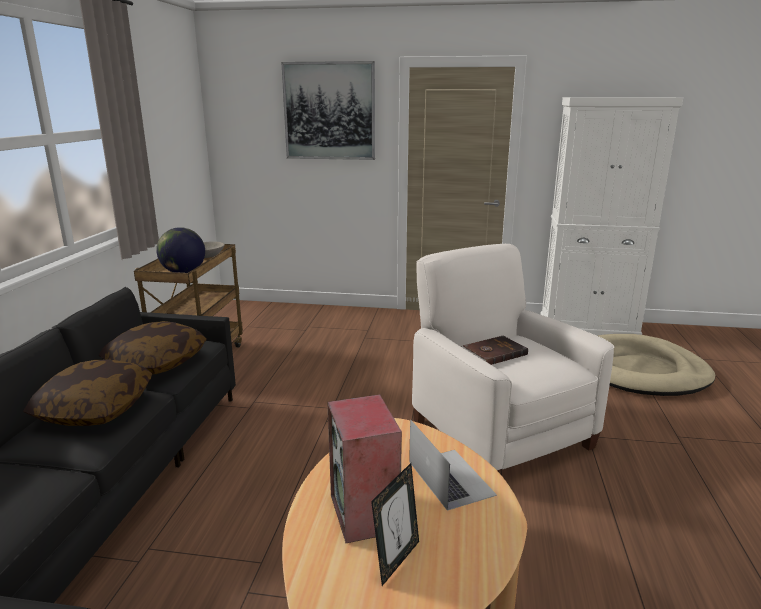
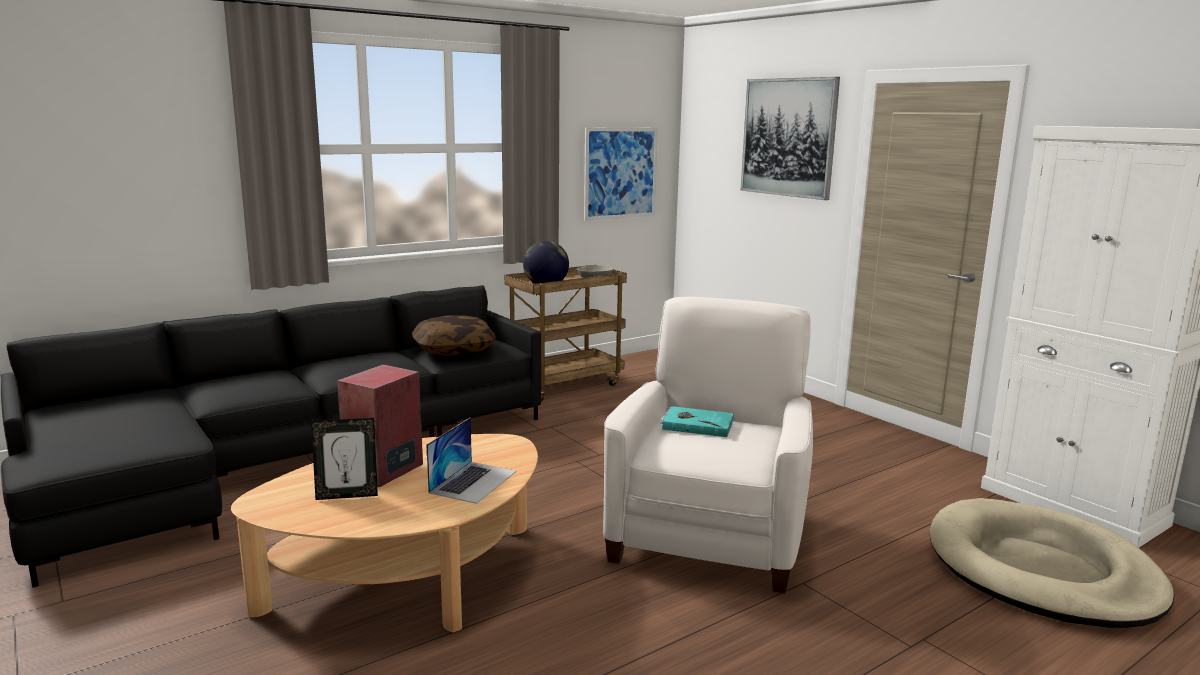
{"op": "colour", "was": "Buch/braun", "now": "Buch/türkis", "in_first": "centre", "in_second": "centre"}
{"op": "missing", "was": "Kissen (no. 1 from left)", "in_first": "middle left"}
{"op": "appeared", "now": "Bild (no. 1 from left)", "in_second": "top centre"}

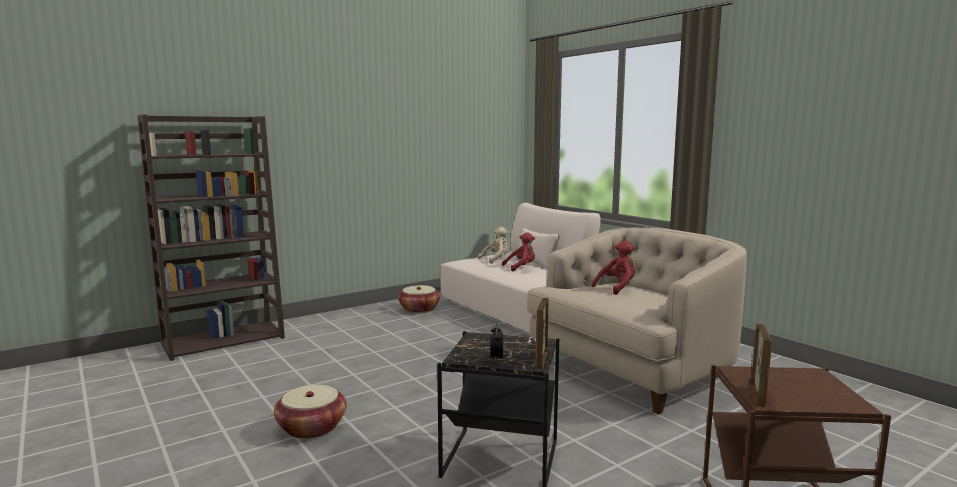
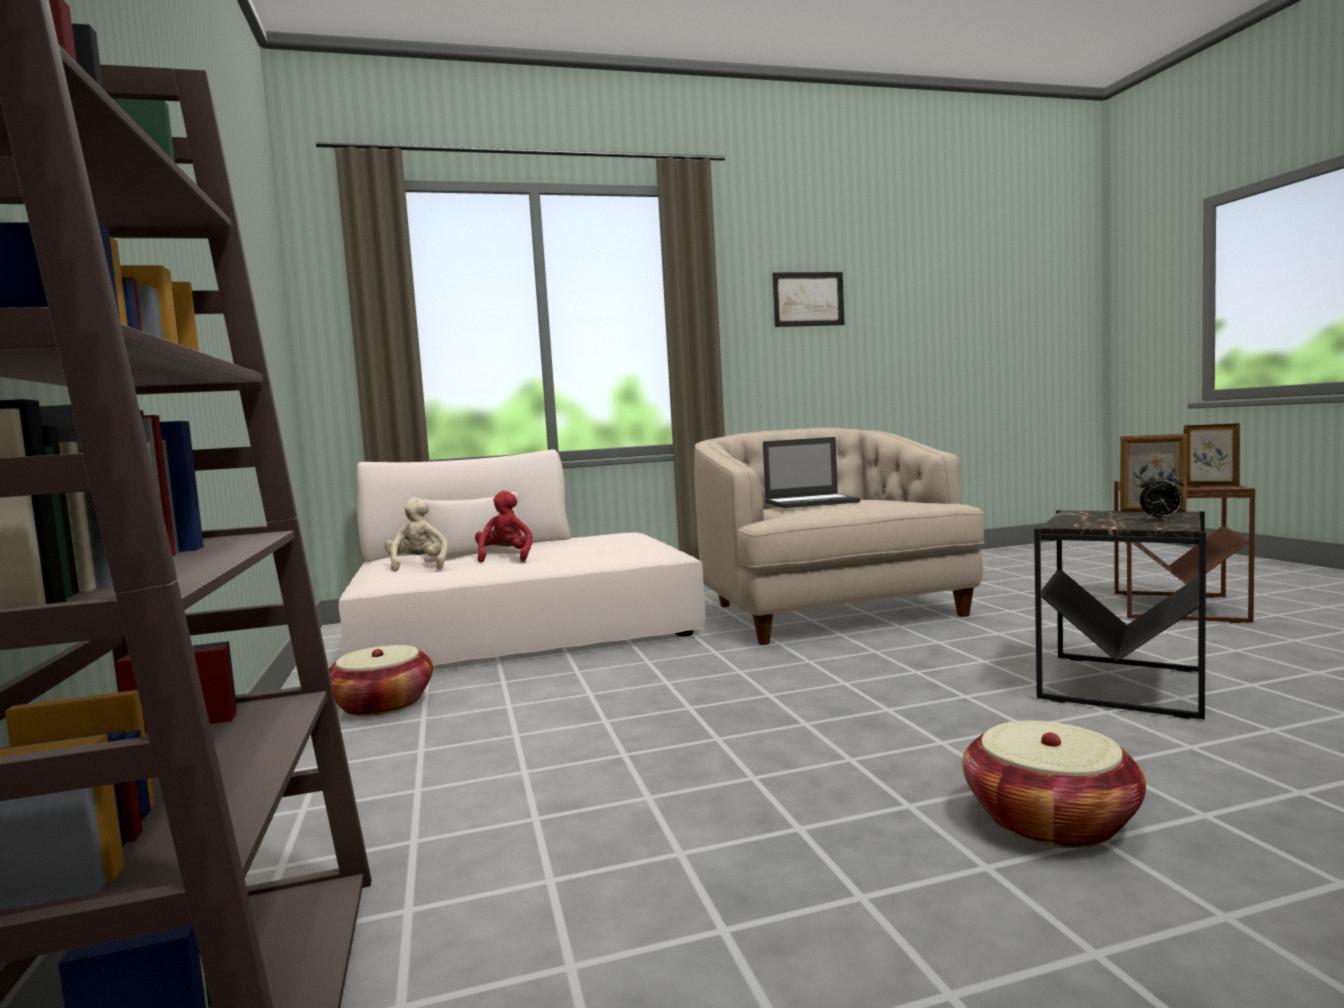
{"op": "exchanged", "was": "Plüschtier/rot (no. 2 from left)", "now": "Laptop", "in_first": "centre", "in_second": "centre"}
{"op": "appeared", "now": "Bild", "in_second": "top centre"}

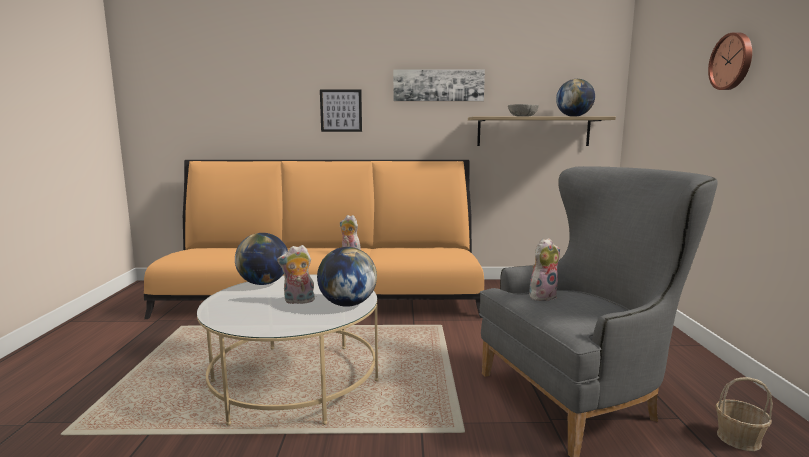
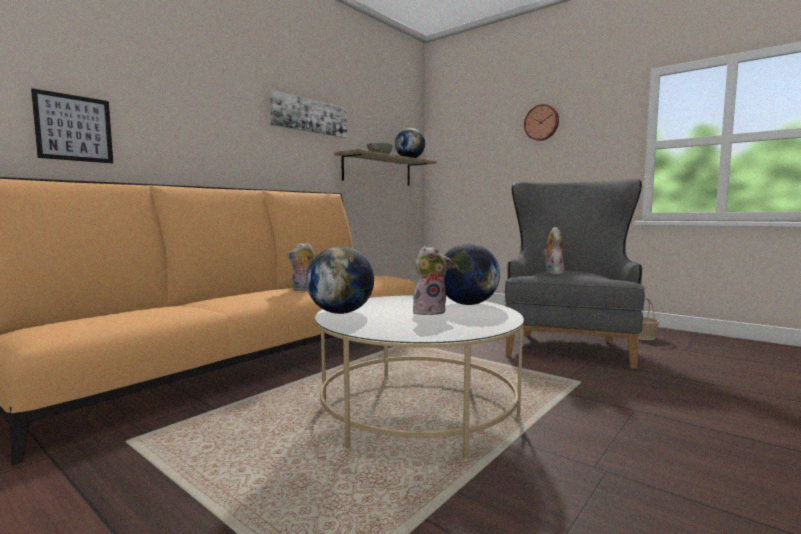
{"op": "relocated", "was": "Bild (no. 1 from left)", "in_first": "top centre", "in_second": "top left"}
{"op": "spun", "was": "Plüschtier (no. 1 from left in the first image)", "in_first": "centre", "in_second": "centre", "clockwise": -135}

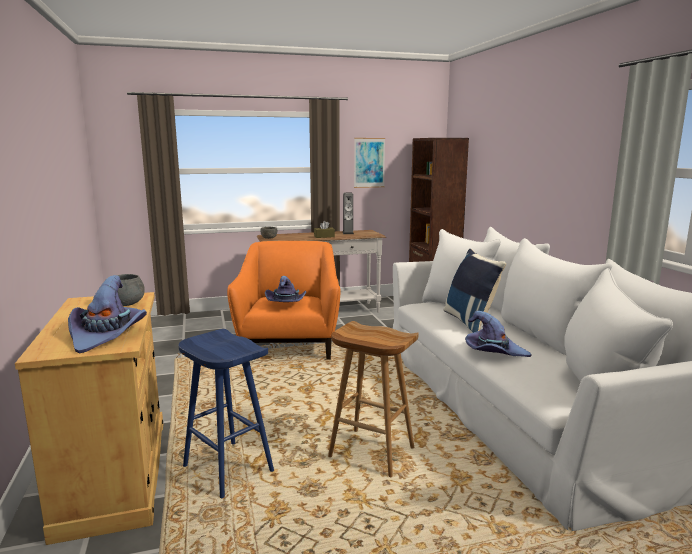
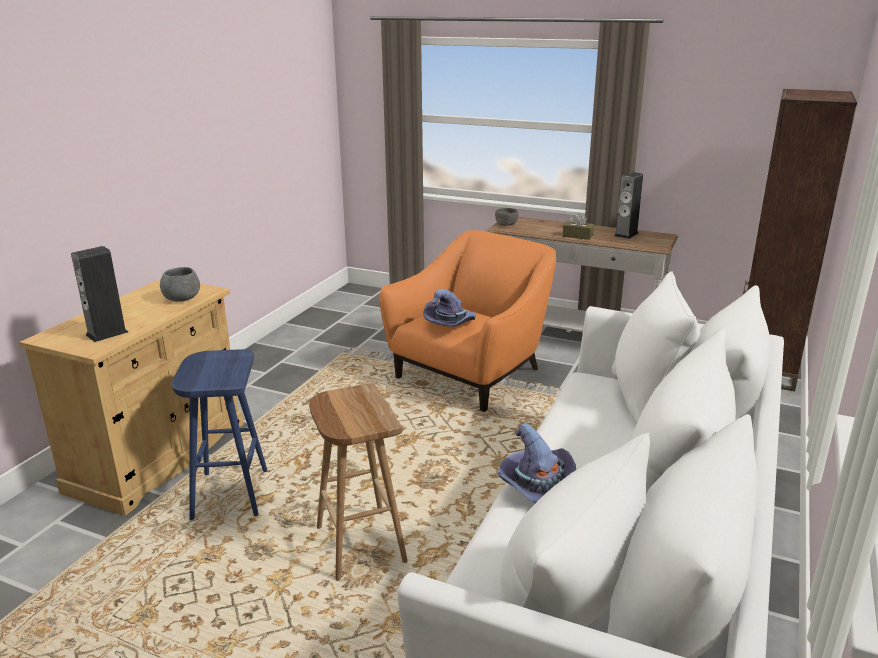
{"op": "missing", "was": "Bild", "in_first": "top centre"}
{"op": "missing", "was": "Kissen/blau", "in_first": "middle right"}
{"op": "exchanged", "was": "Hut/lila (no. 1 from left)", "now": "Lautsprecher (no. 1 from left)", "in_first": "middle left", "in_second": "middle left"}

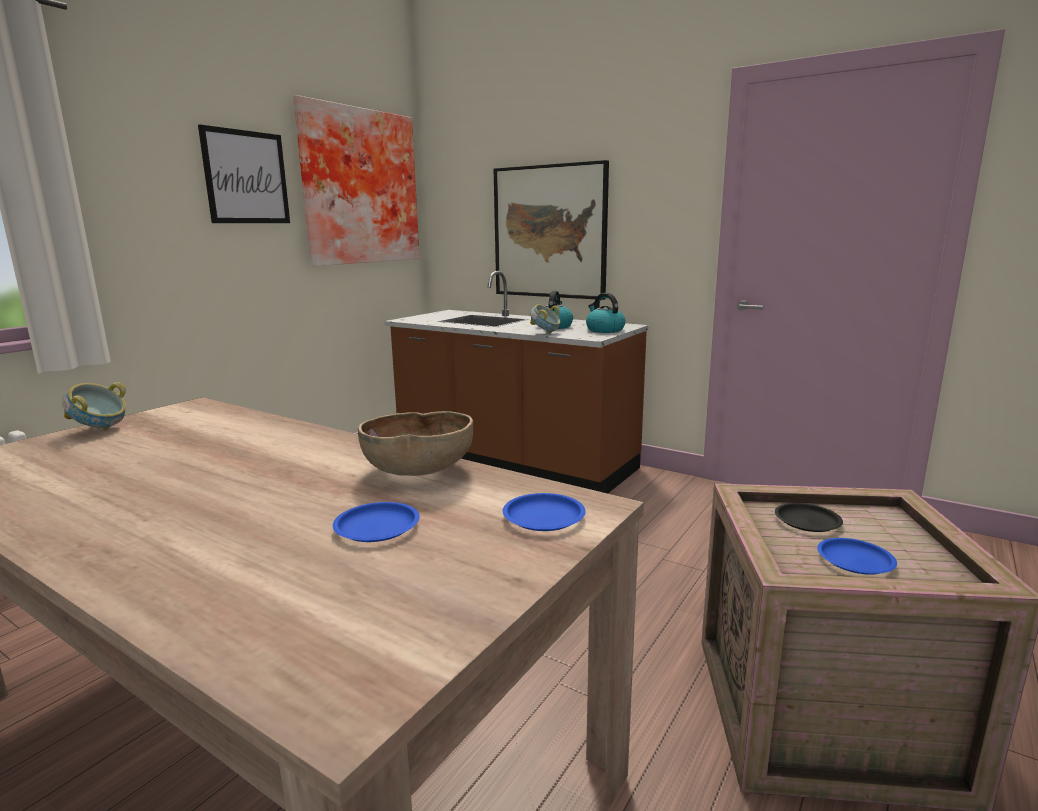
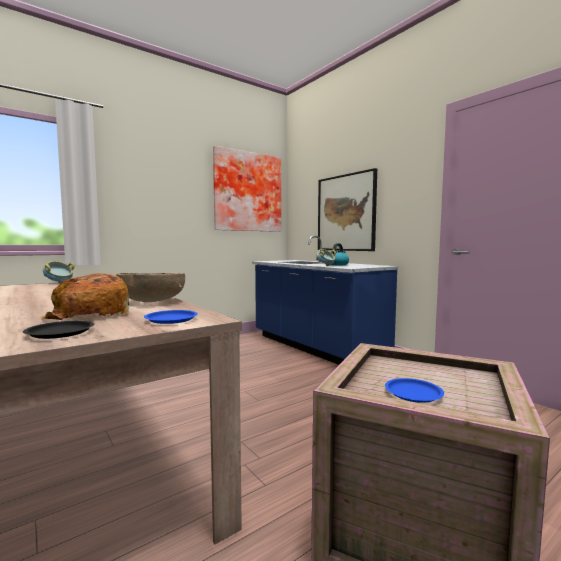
{"op": "missing", "was": "Bild (no. 1 from left)", "in_first": "top left"}
{"op": "colour", "was": "Küchenzeile/braun", "now": "Küchenzeile/blau", "in_first": "centre", "in_second": "centre"}
{"op": "missing", "was": "Wasserkessel (no. 2 from left)", "in_first": "centre"}
{"op": "exchanged", "was": "Teller/blau (no. 1 from left)", "now": "Brot", "in_first": "centre", "in_second": "middle left"}
{"op": "relocated", "was": "Teller/schwarz", "in_first": "middle right", "in_second": "middle left"}

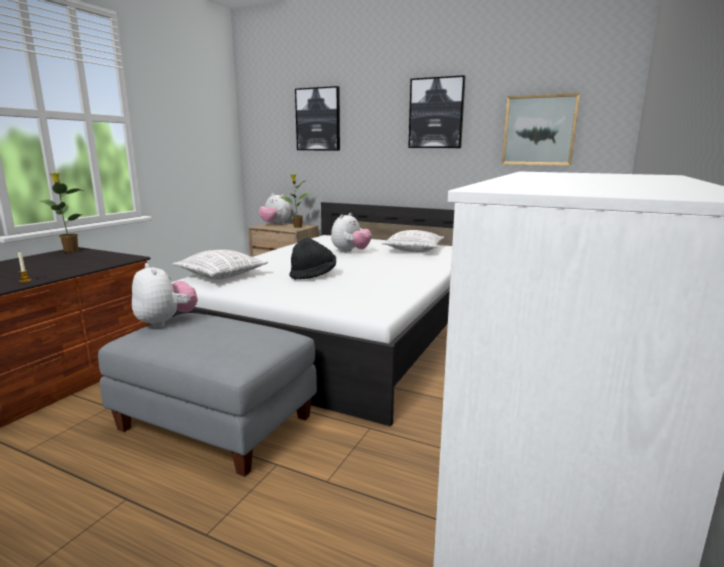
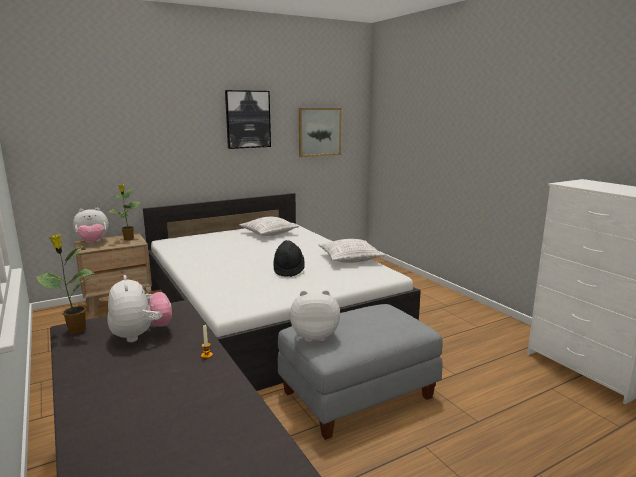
{"op": "missing", "was": "Bild (no. 1 from left)", "in_first": "top centre"}
{"op": "relocated", "was": "Plüschtier (no. 3 from left in the first image)", "now": "Plüschtier (no. 2 from left)", "in_first": "centre", "in_second": "middle left"}
{"op": "relocated", "was": "Kissen (no. 1 from left in the first image)", "now": "Kissen (no. 2 from left)", "in_first": "middle left", "in_second": "centre"}

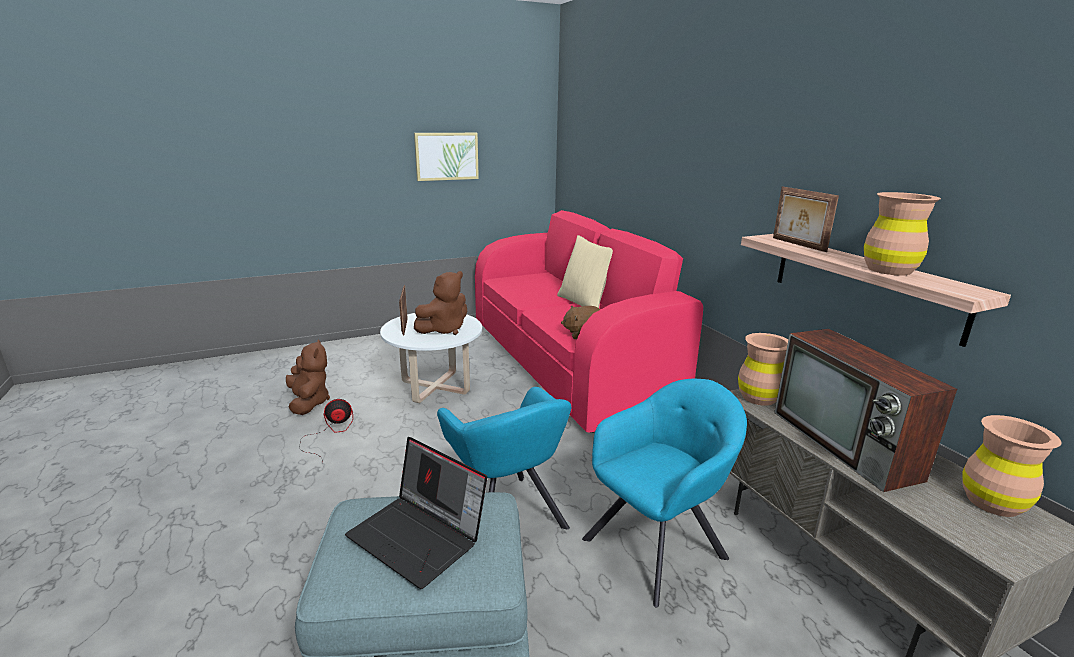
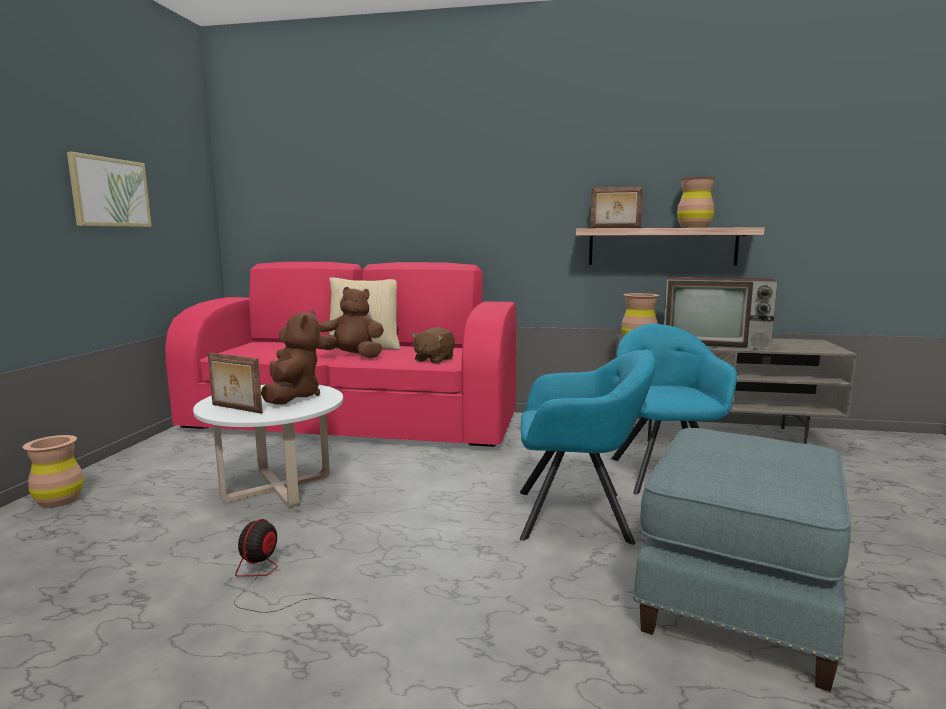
{"op": "relocated", "was": "Plüschtier/braun (no. 1 from left in the first image)", "now": "Plüschtier/braun (no. 2 from left)", "in_first": "middle left", "in_second": "centre"}
{"op": "relocated", "was": "Vase/braun (no. 3 from left in the first image)", "now": "Vase/braun (no. 1 from left)", "in_first": "bottom right", "in_second": "middle left"}
{"op": "missing", "was": "Laptop", "in_first": "bottom centre"}

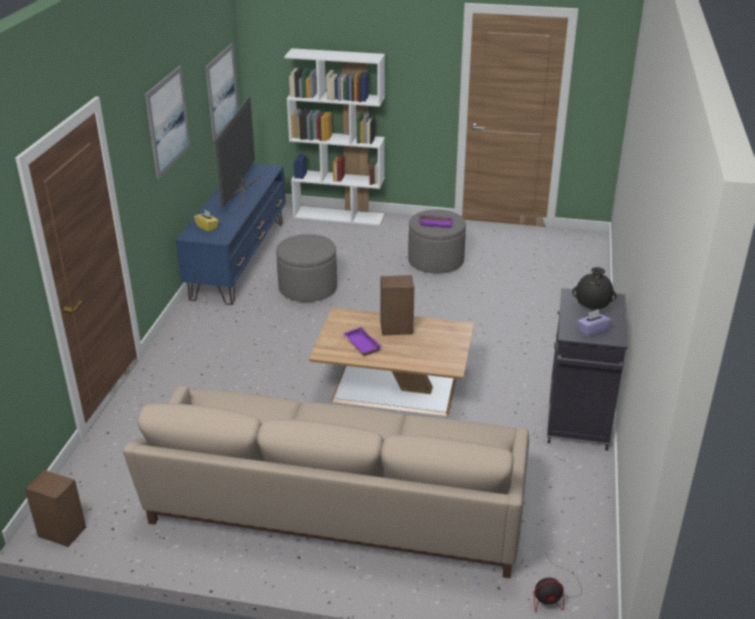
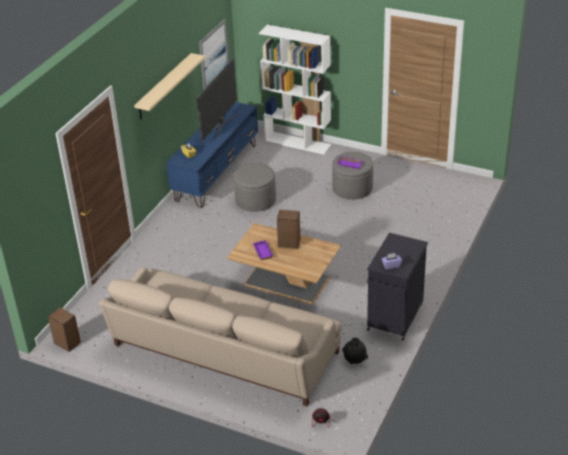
{"op": "exchanged", "was": "Bild (no. 1 from left)", "now": "Wandregal/beige", "in_first": "top left", "in_second": "top left"}
{"op": "relocated", "was": "Vase/schwarz", "in_first": "middle right", "in_second": "bottom centre"}

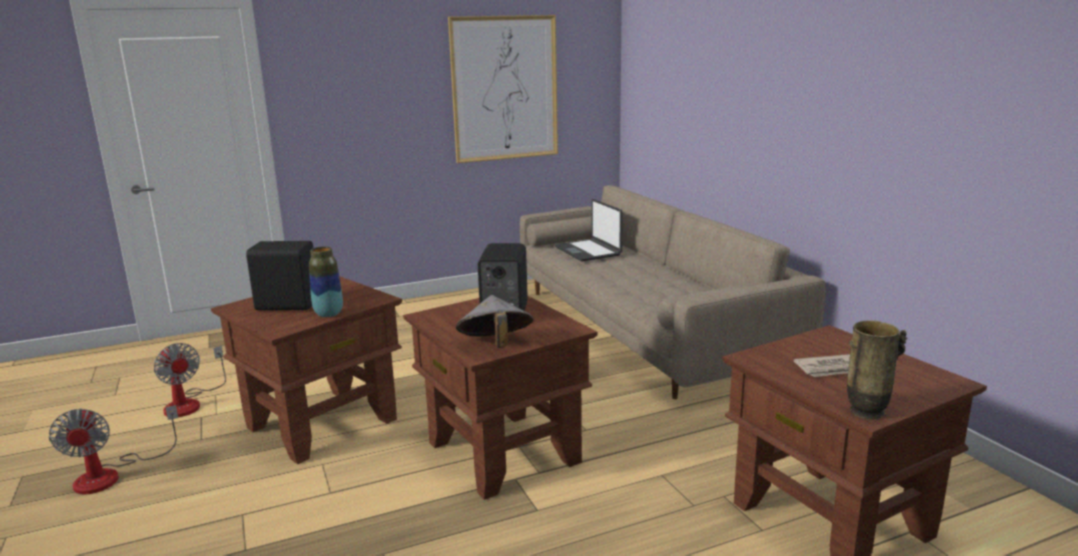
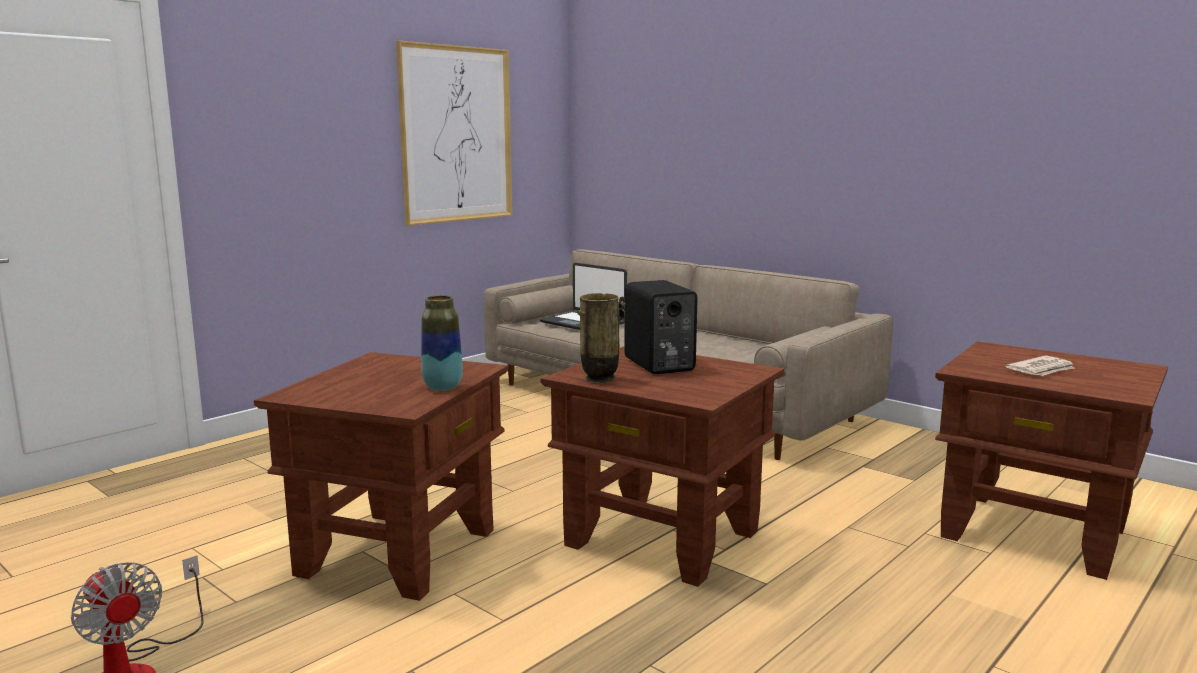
{"op": "missing", "was": "Lautsprecher/schwarz (no. 1 from left)", "in_first": "middle left"}
{"op": "missing", "was": "Hut/grau", "in_first": "centre"}
{"op": "relocated", "was": "Vase (no. 2 from left)", "in_first": "middle right", "in_second": "centre"}
{"op": "missing", "was": "Ventilator (no. 2 from left)", "in_first": "bottom left"}

